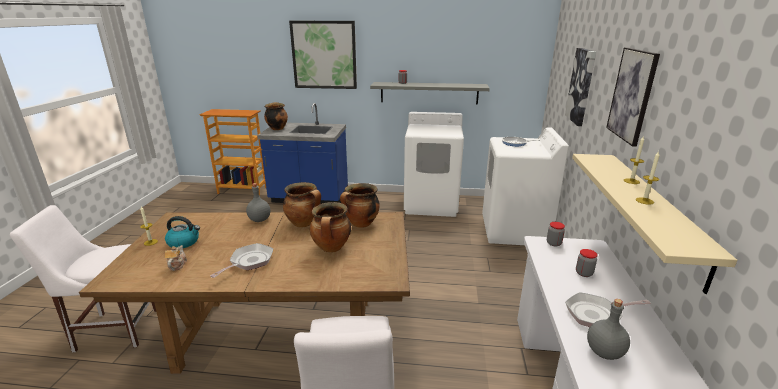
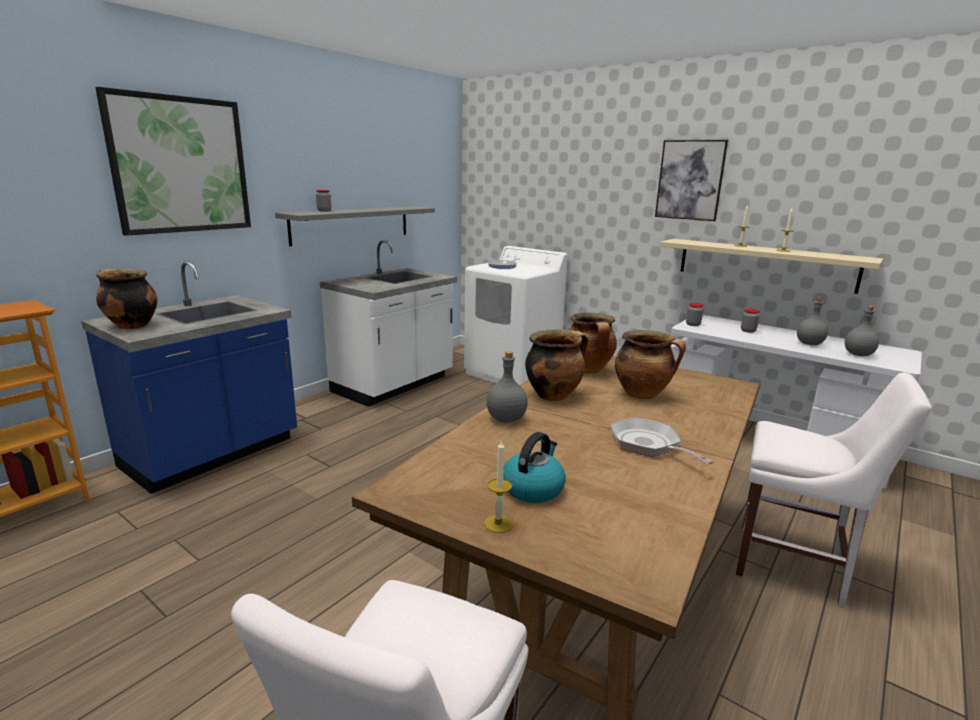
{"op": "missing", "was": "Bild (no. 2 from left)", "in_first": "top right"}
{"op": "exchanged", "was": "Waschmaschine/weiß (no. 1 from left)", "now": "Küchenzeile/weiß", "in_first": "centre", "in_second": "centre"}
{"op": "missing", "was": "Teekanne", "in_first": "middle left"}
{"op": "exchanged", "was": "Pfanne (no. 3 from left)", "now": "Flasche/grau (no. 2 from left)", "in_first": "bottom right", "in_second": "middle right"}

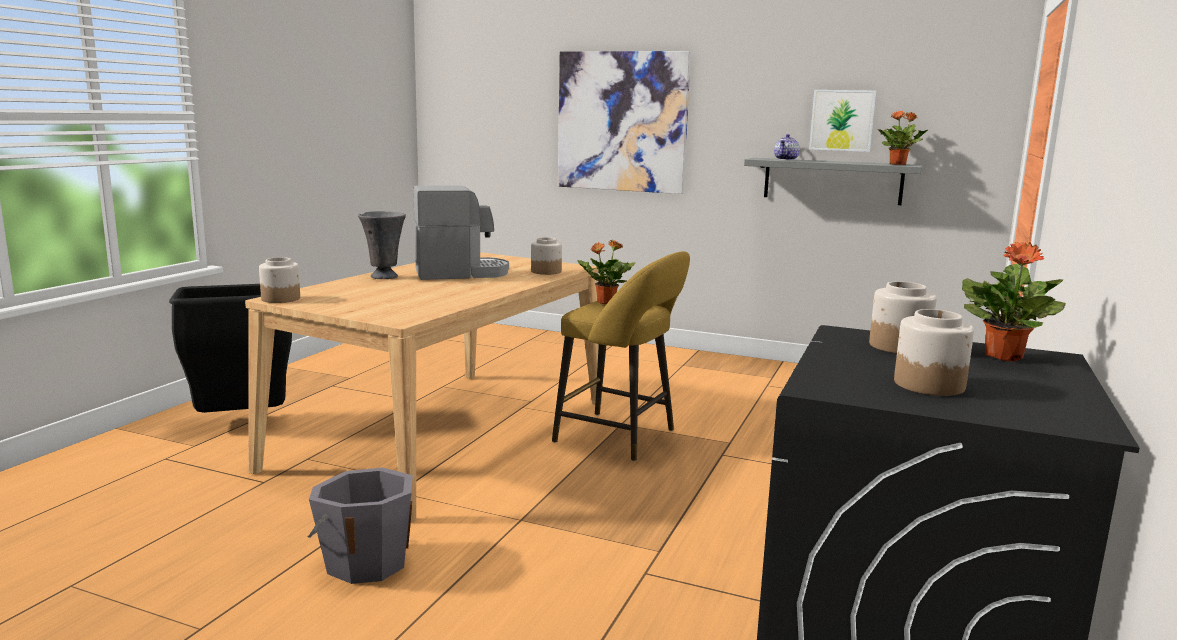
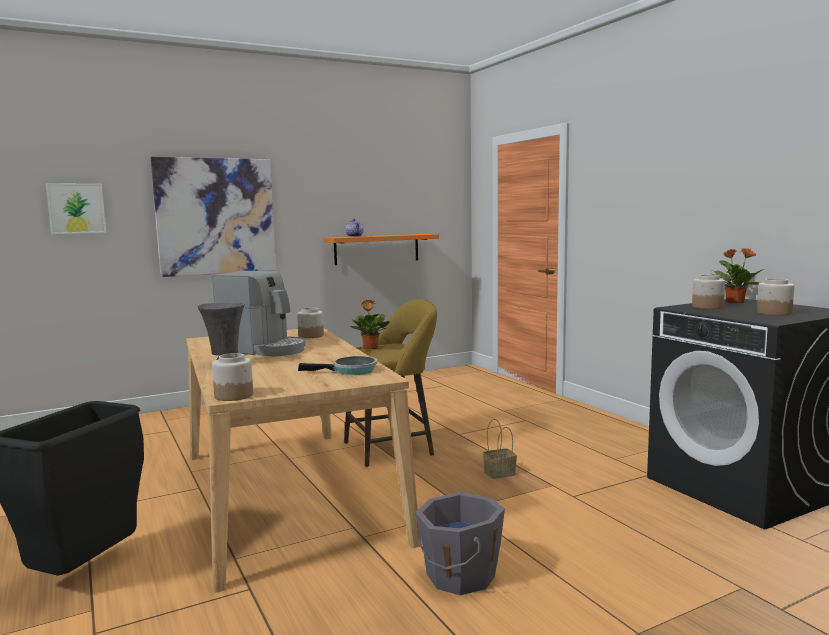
{"op": "relocated", "was": "Bild (no. 2 from left in the first image)", "now": "Bild (no. 1 from left)", "in_first": "top right", "in_second": "top left"}
{"op": "missing", "was": "Topfpflanze (no. 2 from left)", "in_first": "top right"}
{"op": "colour", "was": "Wandregal/grau", "now": "Wandregal/orange", "in_first": "top right", "in_second": "centre"}
{"op": "spun", "was": "Kaffeemaschine", "in_first": "centre", "in_second": "middle left", "clockwise": 90}
{"op": "appeared", "now": "Pfanne", "in_second": "centre"}
{"op": "appeared", "now": "Korb", "in_second": "bottom centre"}

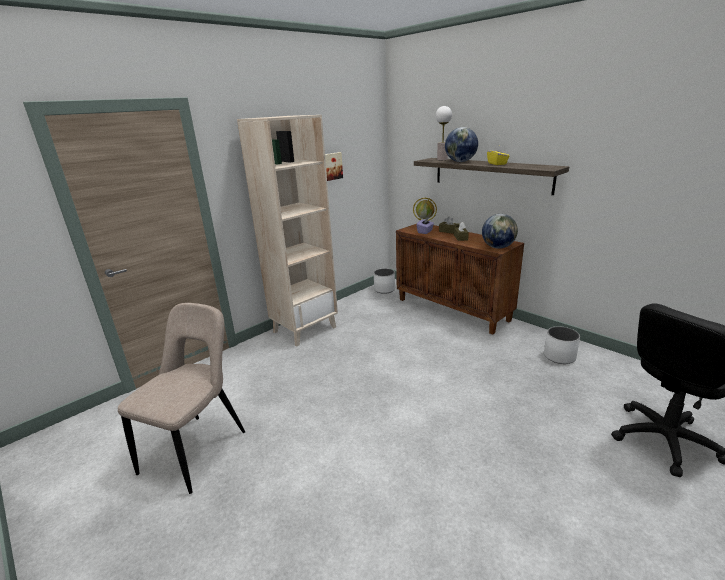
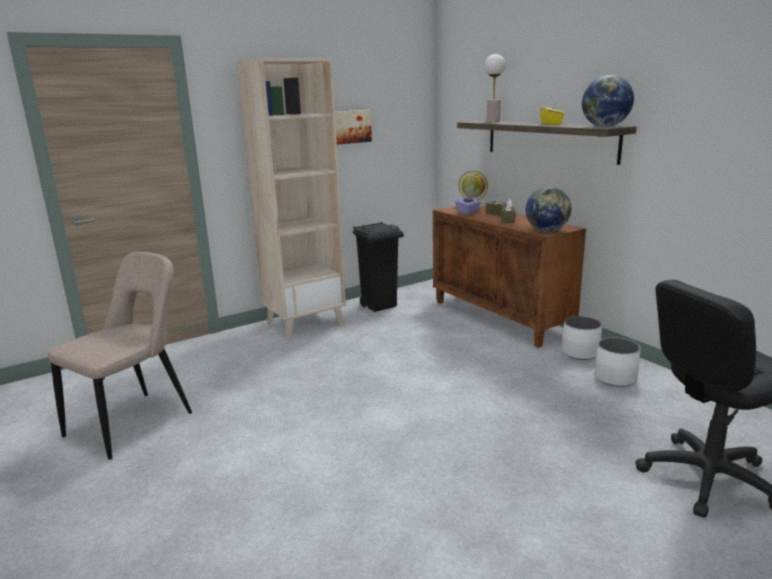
{"op": "relocated", "was": "Globus (no. 2 from left in the first image)", "now": "Globus (no. 3 from left)", "in_first": "top centre", "in_second": "top right"}
{"op": "relocated", "was": "Pflanzkübel/weiß (no. 1 from left)", "in_first": "centre", "in_second": "middle right"}
{"op": "appeared", "now": "Mülleimer/schwarz", "in_second": "centre"}

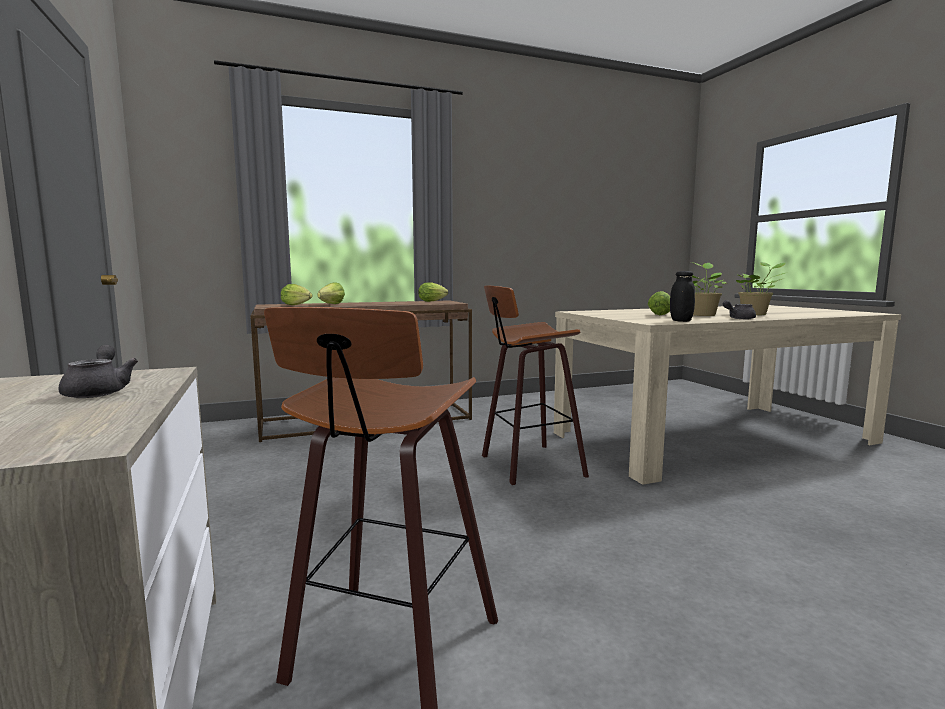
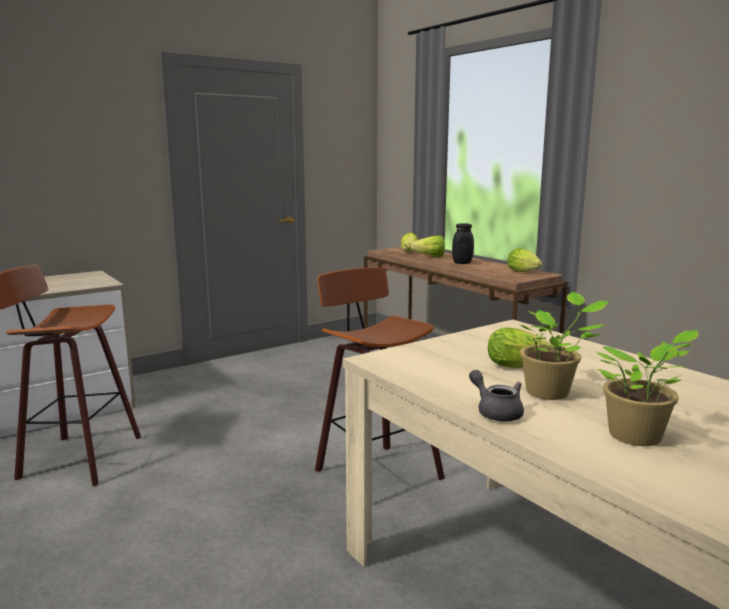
{"op": "relocated", "was": "Vorratsglas/schwarz", "in_first": "middle right", "in_second": "centre"}
{"op": "missing", "was": "Teekanne/grau (no. 1 from left)", "in_first": "middle left"}

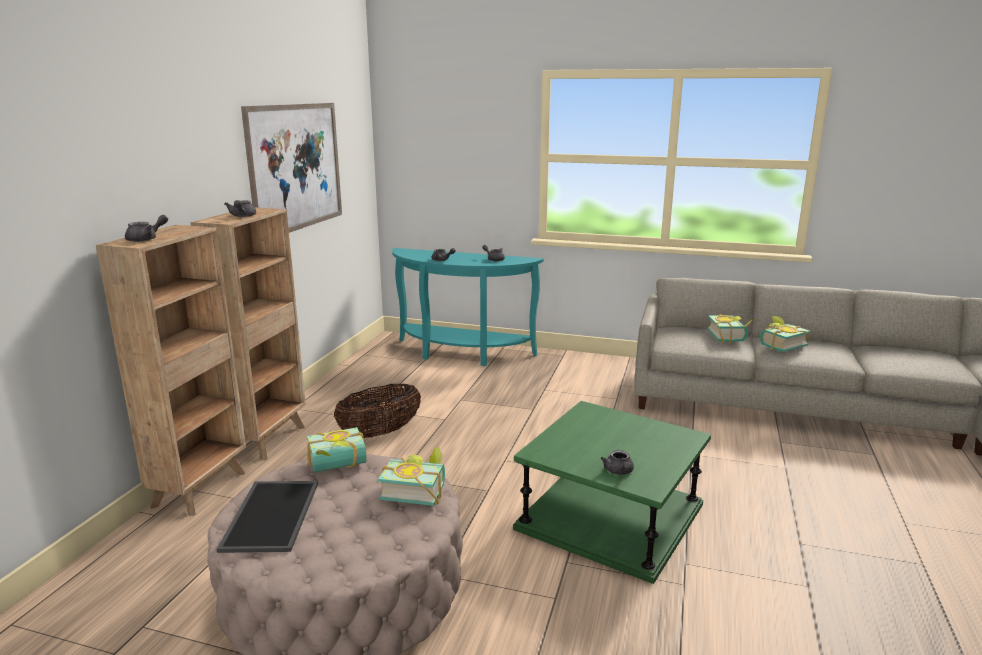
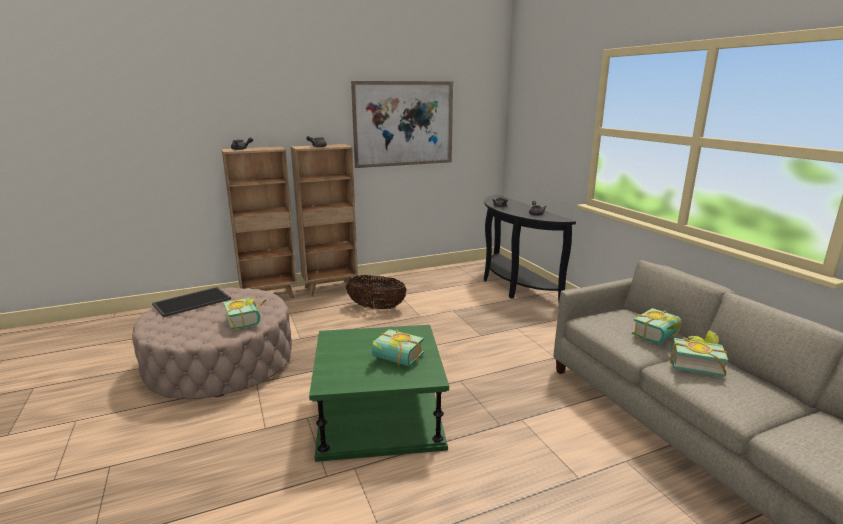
{"op": "colour", "was": "Konsolentisch/türkis", "now": "Konsolentisch/schwarz", "in_first": "centre", "in_second": "centre"}
{"op": "relocated", "was": "Buch (no. 1 from left in the first image)", "now": "Buch (no. 2 from left)", "in_first": "bottom centre", "in_second": "centre"}
{"op": "missing", "was": "Teekanne/grau (no. 5 from left)", "in_first": "bottom centre"}

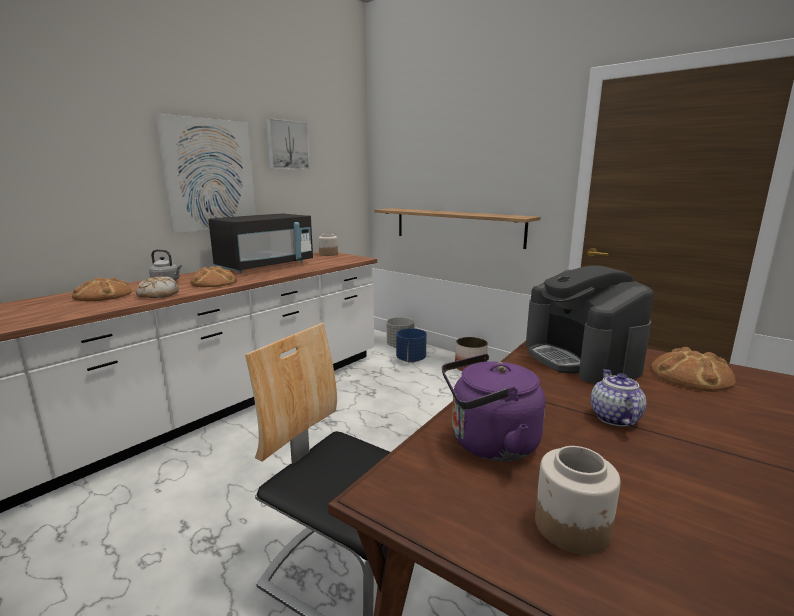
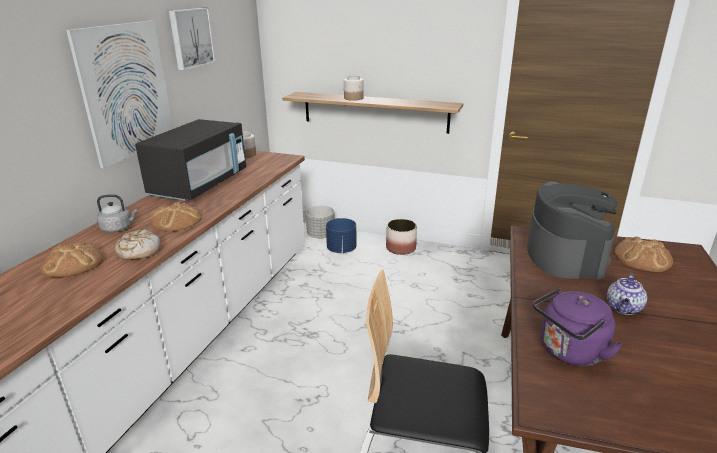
{"op": "spun", "was": "Kaffeemaschine", "in_first": "middle right", "in_second": "middle right", "clockwise": -135}
{"op": "spun", "was": "Teekanne", "in_first": "middle right", "in_second": "middle right", "clockwise": -135}
{"op": "relocated", "was": "Vorratsglas (no. 2 from left)", "in_first": "bottom right", "in_second": "top centre"}

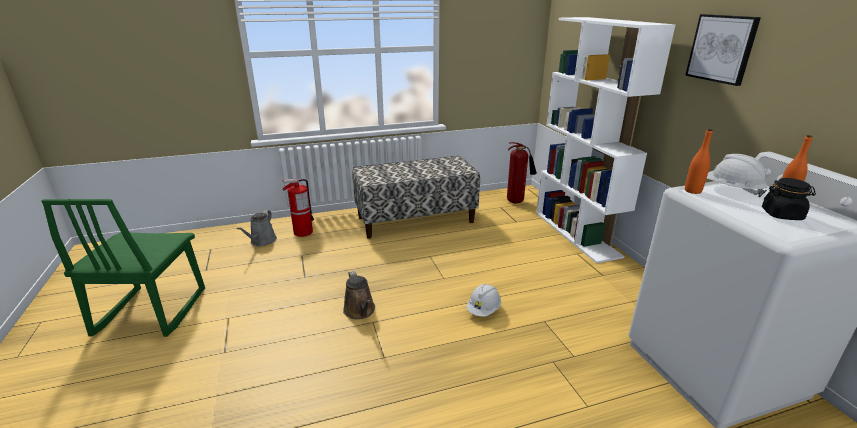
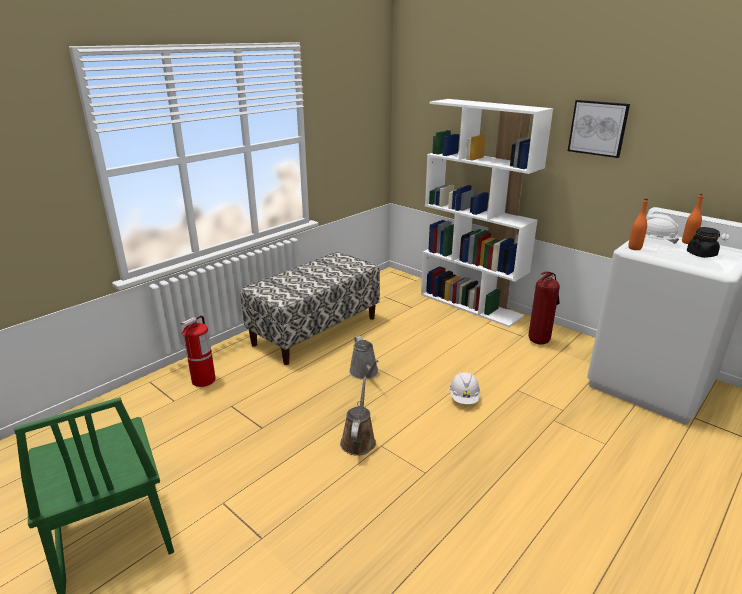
{"op": "relocated", "was": "Feuerlöscher (no. 2 from left)", "in_first": "centre", "in_second": "middle right"}
{"op": "relocated", "was": "Gießkanne/grau", "in_first": "middle left", "in_second": "centre"}
{"op": "spun", "was": "Gießkanne/braun", "in_first": "bottom centre", "in_second": "bottom centre", "clockwise": -120}

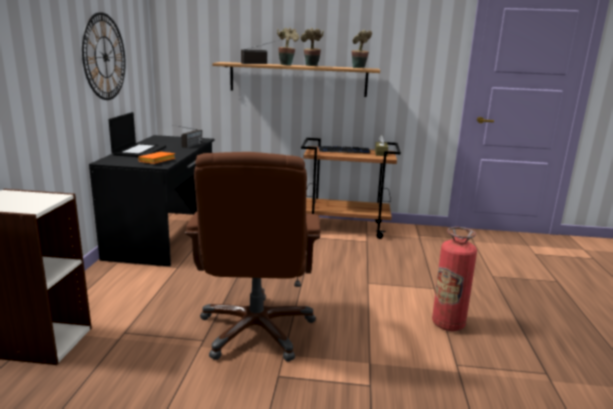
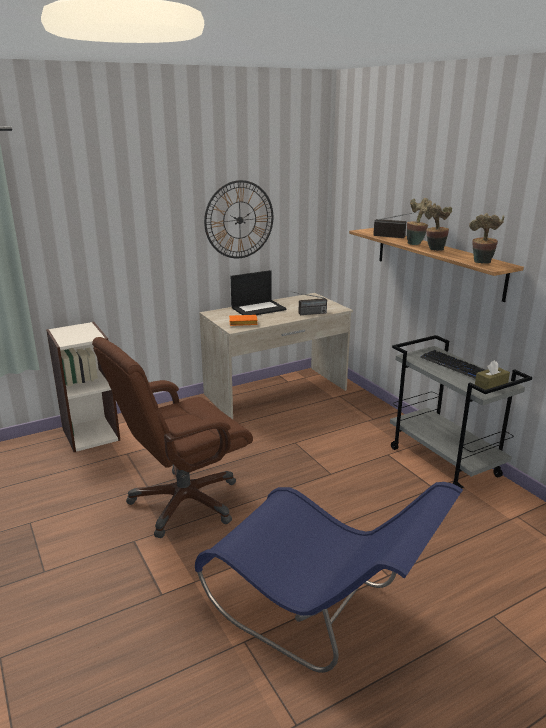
{"op": "colour", "was": "Schreibtisch/schwarz", "now": "Schreibtisch/beige", "in_first": "middle left", "in_second": "centre"}
{"op": "colour", "was": "Rollwagen/braun", "now": "Rollwagen/grau", "in_first": "centre", "in_second": "middle right"}
{"op": "exchanged", "was": "Feuerlöscher", "now": "Stuhl/blau", "in_first": "bottom right", "in_second": "bottom centre"}

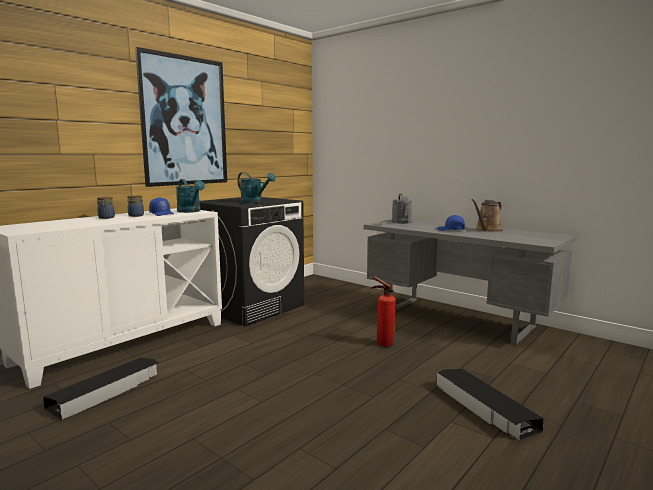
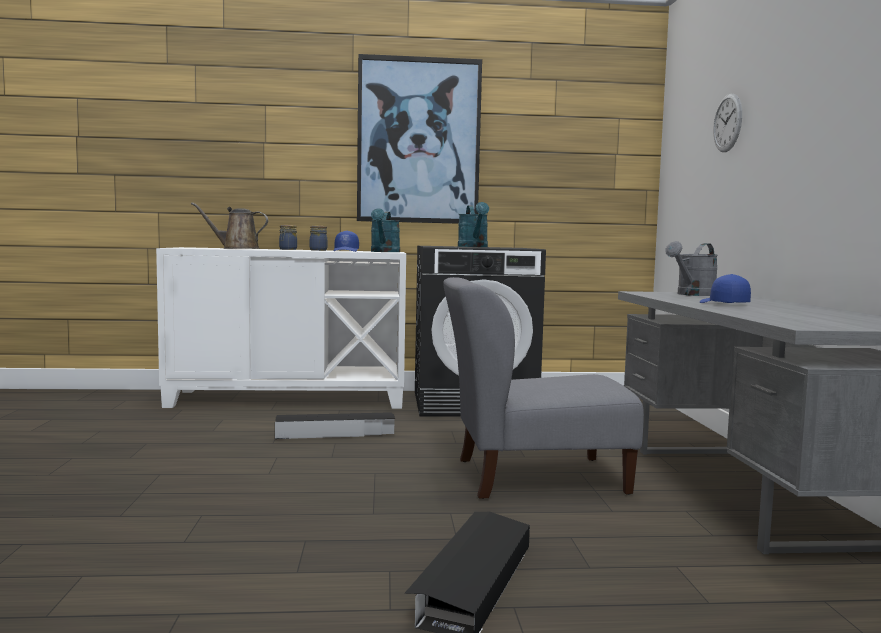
{"op": "relocated", "was": "Gießkanne/braun", "in_first": "middle right", "in_second": "middle left"}
{"op": "exchanged", "was": "Feuerlöscher", "now": "Stuhl/grau", "in_first": "centre", "in_second": "centre"}
{"op": "relocated", "was": "Aufbewahrungsbox/schwarz (no. 1 from left)", "in_first": "bottom left", "in_second": "bottom centre"}
{"op": "appeared", "now": "Wanduhr", "in_second": "top right"}

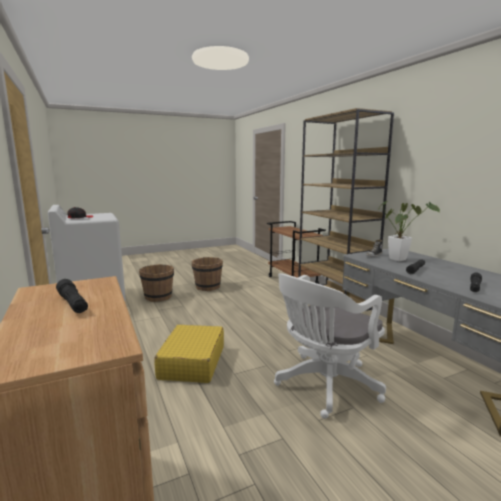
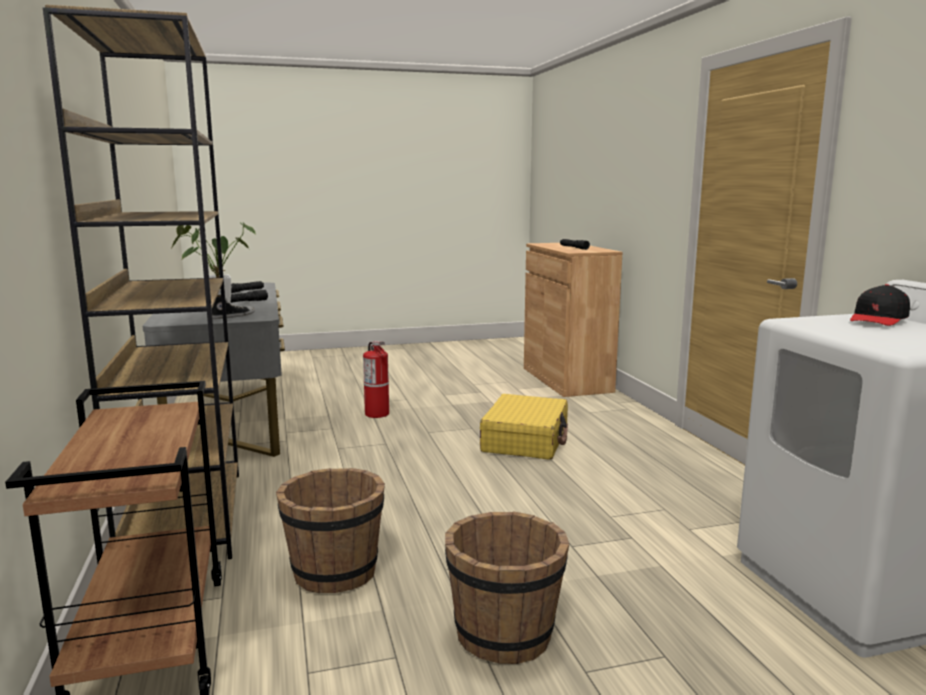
{"op": "relocated", "was": "Eimer/braun (no. 1 from left)", "in_first": "middle left", "in_second": "bottom centre"}
{"op": "exchanged", "was": "Bürostuhl/weiß", "now": "Feuerlöscher", "in_first": "bottom centre", "in_second": "centre"}

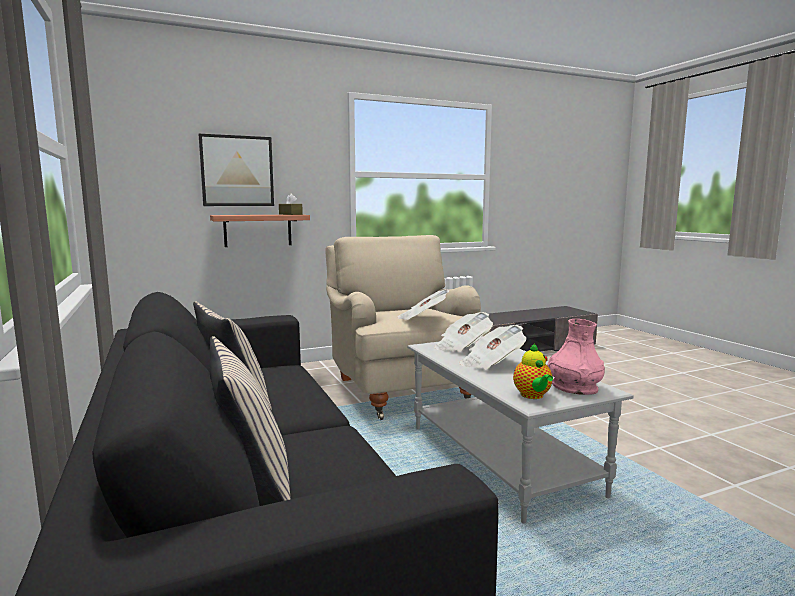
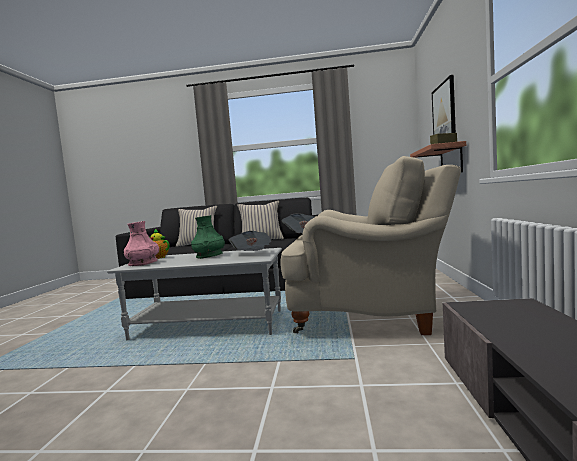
{"op": "exchanged", "was": "Zeitung (no. 3 from left)", "now": "Vase/grün", "in_first": "centre", "in_second": "centre"}

